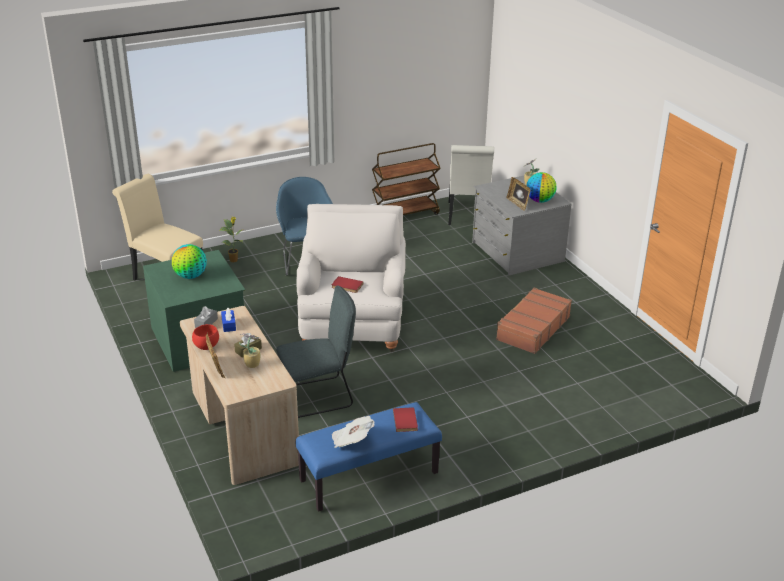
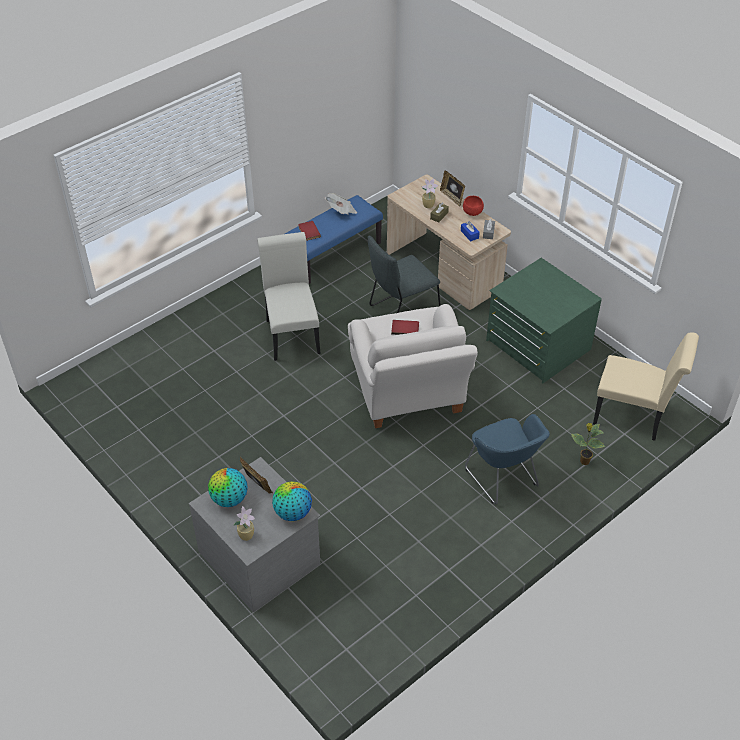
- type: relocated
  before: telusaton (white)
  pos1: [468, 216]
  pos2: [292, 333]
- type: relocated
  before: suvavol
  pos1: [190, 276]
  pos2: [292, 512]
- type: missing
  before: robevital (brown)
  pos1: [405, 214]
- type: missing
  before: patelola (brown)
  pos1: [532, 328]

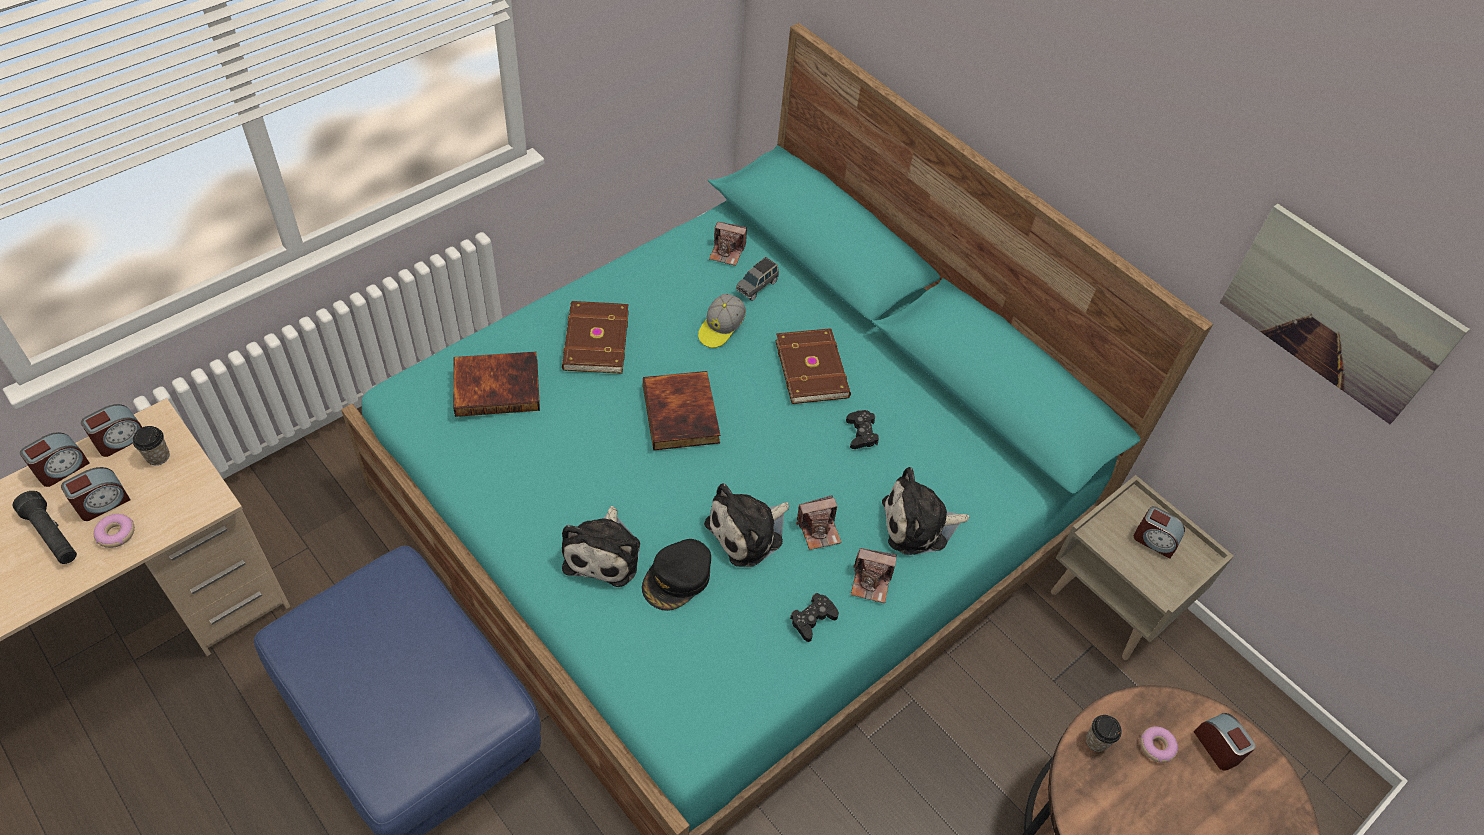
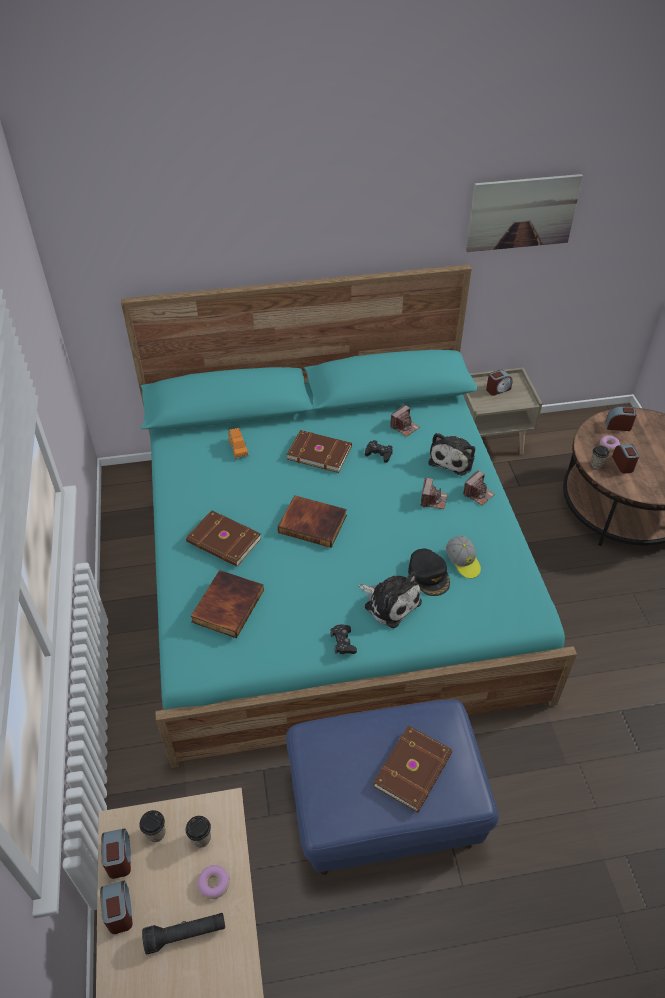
- type: appeared
  after: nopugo
  pos2: [201, 838]
- type: colour
  before: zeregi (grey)
  after: zeregi (orange)
  pos1: [757, 286]
  pos2: [238, 449]
- type: relocated
  before: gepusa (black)
  pos1: [812, 619]
  pos2: [343, 642]
- type: appeared
  after: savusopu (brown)
  pos2: [414, 770]
- type: relocated
  before: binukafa
  pos1: [727, 252]
  pos2: [404, 427]
- type: relocated
  before: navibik
  pos1: [721, 328]
  pos2: [463, 562]
- type: relocated
  before: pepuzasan
  pos1: [103, 503]
  pos2: [623, 464]
- type: missing
  before: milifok
  pos1: [748, 532]

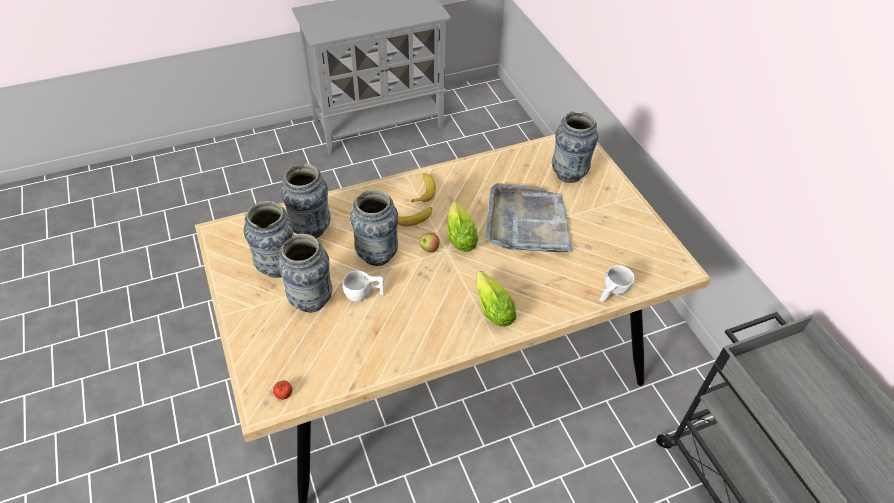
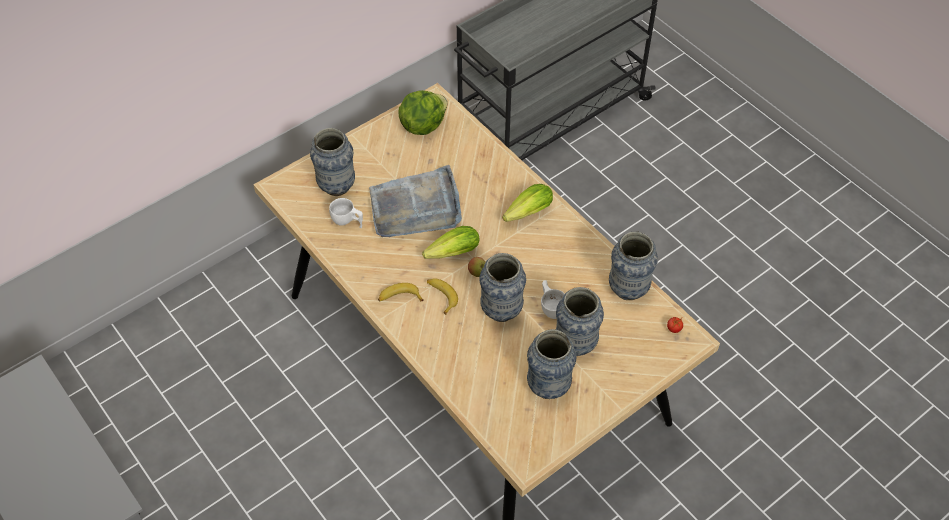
- type: relocated
  before: nopugo (white)
  pos1: [612, 292]
  pos2: [347, 221]
- type: appeared
  after: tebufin
  pos2: [422, 125]
- type: relocated
  before: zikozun
  pos1: [311, 229]
  pos2: [628, 289]

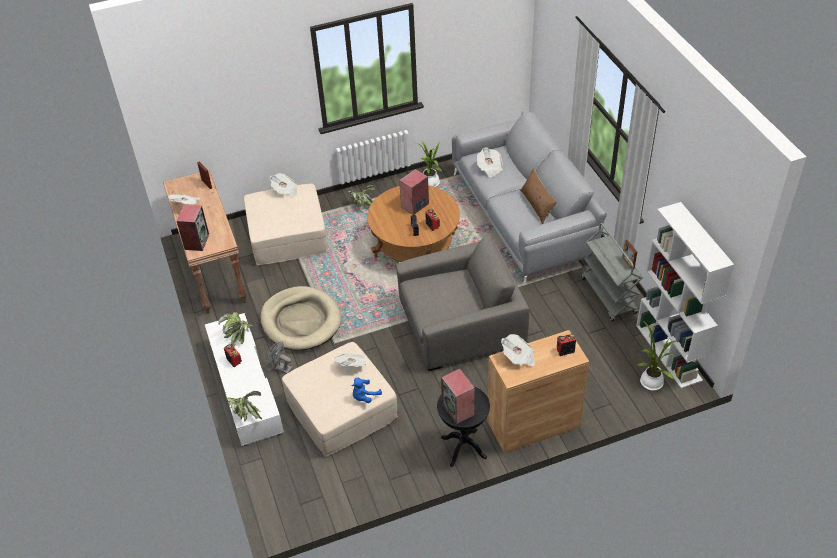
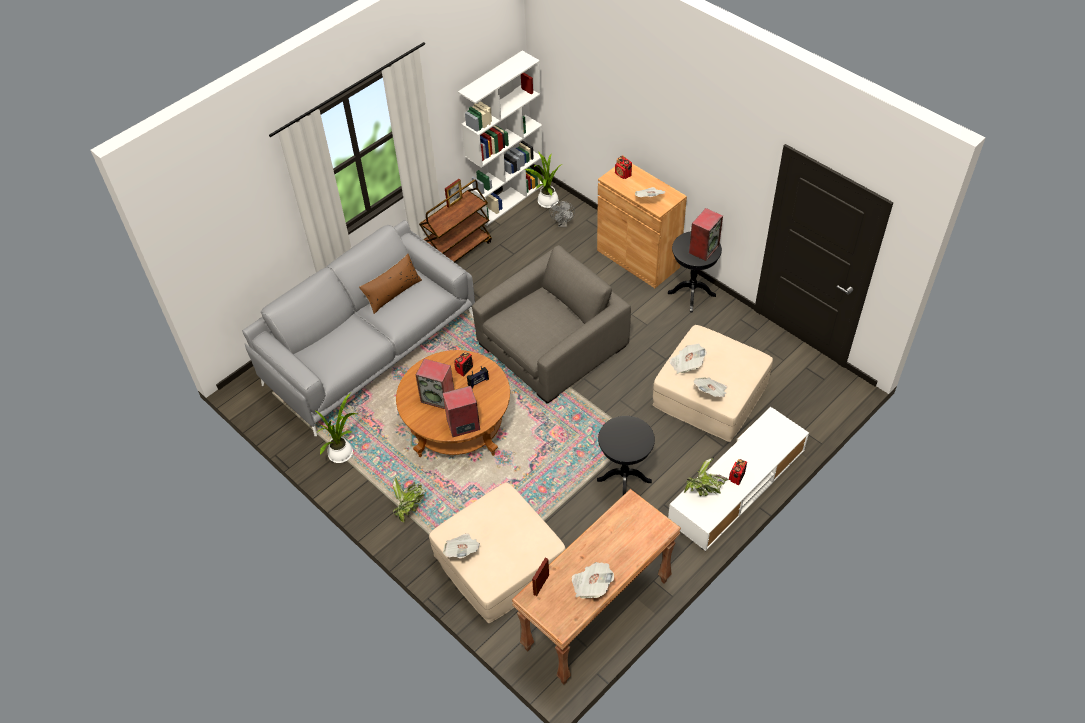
- type: colour
  before: robevital (grey)
  after: robevital (brown)
  pos1: [609, 296]
  pos2: [458, 252]
- type: relocated
  before: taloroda
  pos1: [196, 241]
  pos2: [463, 425]
- type: spun
  before: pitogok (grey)
  pos1: [460, 324]
  pos2: [552, 345]
  turn: 90
- type: relocated
  before: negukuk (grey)
  pos1: [281, 368]
  pos2: [562, 224]
- type: exchanged
  before: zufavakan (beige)
  after: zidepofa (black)
  pos1: [301, 321]
  pos2: [624, 481]
- type: relocated
  before: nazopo
  pos1: [489, 168]
  pos2: [711, 392]
- type: missing
  before: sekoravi
  pos1: [246, 414]
- type: missing
  before: milifok (blue)
  pos1: [364, 396]

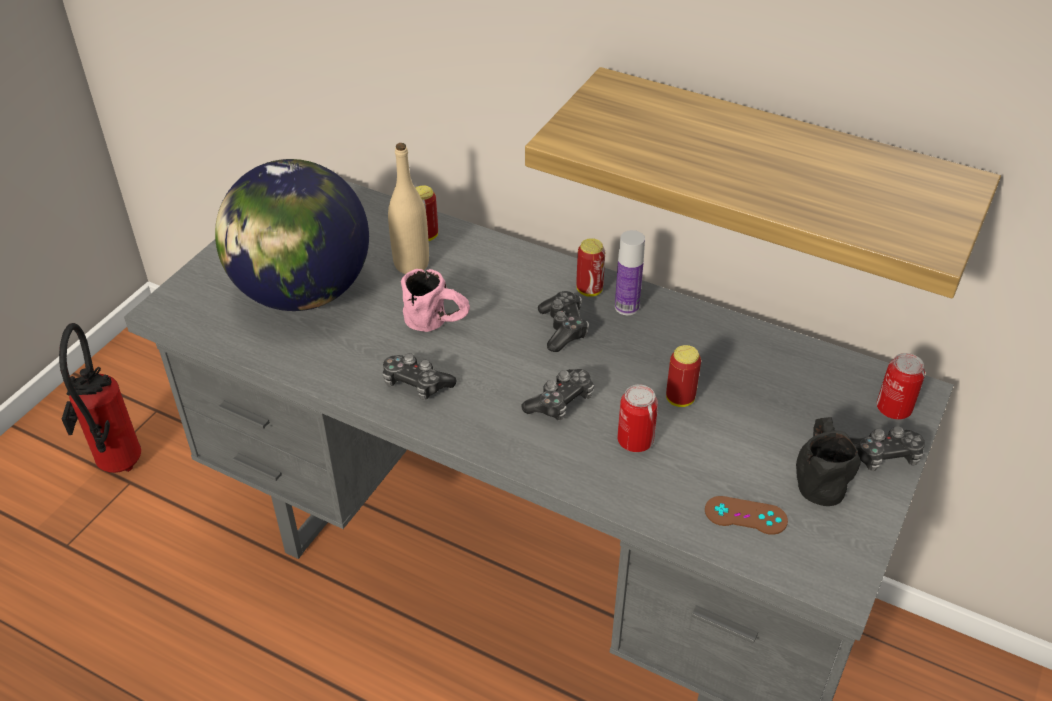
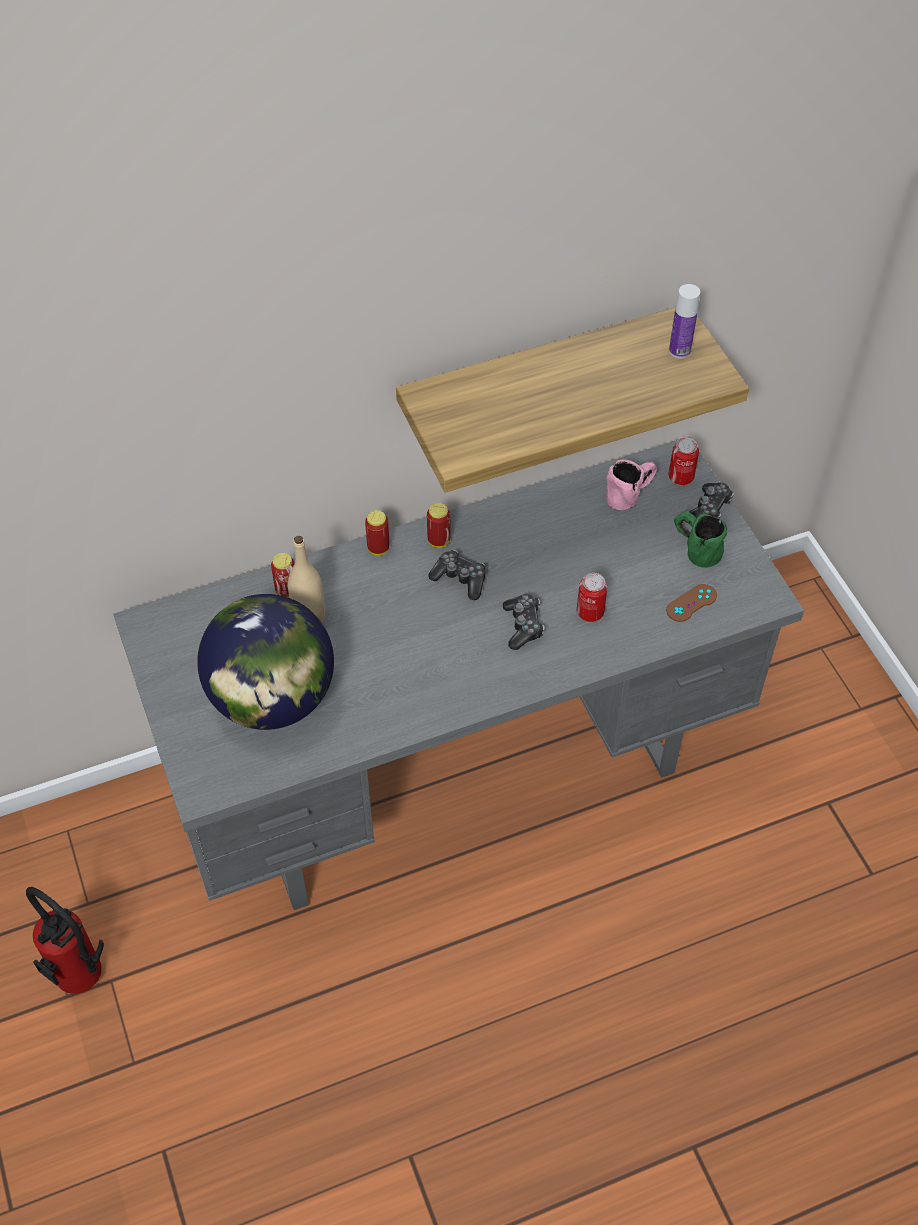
- type: relocated
  before: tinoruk
  pos1: [680, 399]
  pos2: [378, 548]
- type: relocated
  before: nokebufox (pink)
  pos1: [438, 322]
  pos2: [630, 494]
- type: relocated
  before: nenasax
  pos1: [626, 307]
  pos2: [679, 350]
- type: colour
  before: nokebufox (black)
  after: nokebufox (green)
  pos1: [818, 476]
  pos2: [695, 549]
- type: missing
  before: gepusa
  pos1: [416, 384]

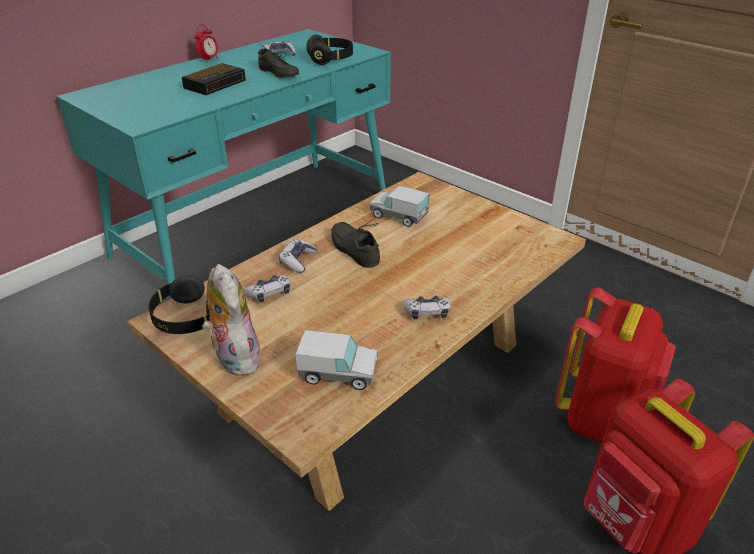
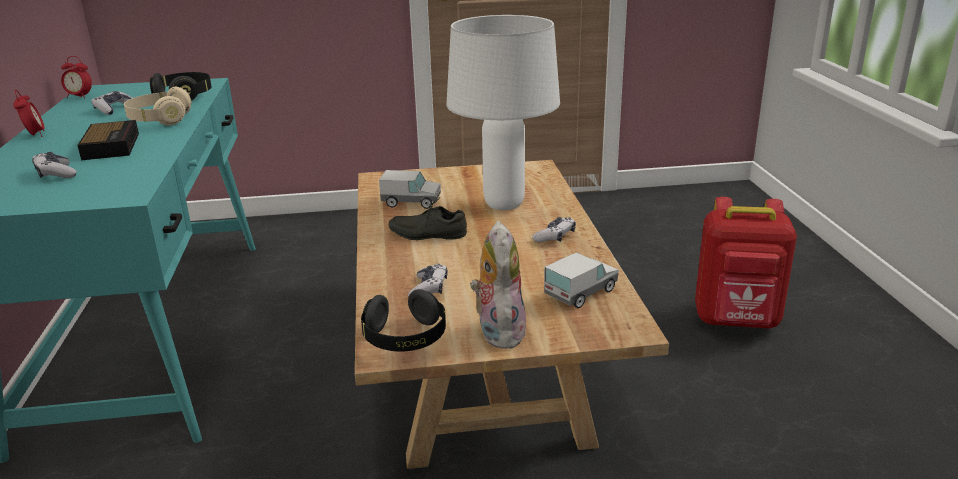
- type: relocated
  before: gepusa
  pos1: [298, 261]
  pos2: [56, 174]
- type: appeared
  after: pepuzasan
  pos2: [80, 97]
- type: exchanged
  before: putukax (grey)
  after: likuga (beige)
  pos1: [277, 74]
  pos2: [160, 120]
- type: spun
  before: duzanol
  pos1: [399, 216]
  pos2: [411, 202]
  turn: -150
- type: appeared
  after: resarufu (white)
  pos2: [504, 204]
- type: spun
  before: milifok
  pos1: [234, 357]
  pos2: [498, 331]
  turn: 75
- type: missing
  before: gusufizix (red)
  pos1: [602, 417]

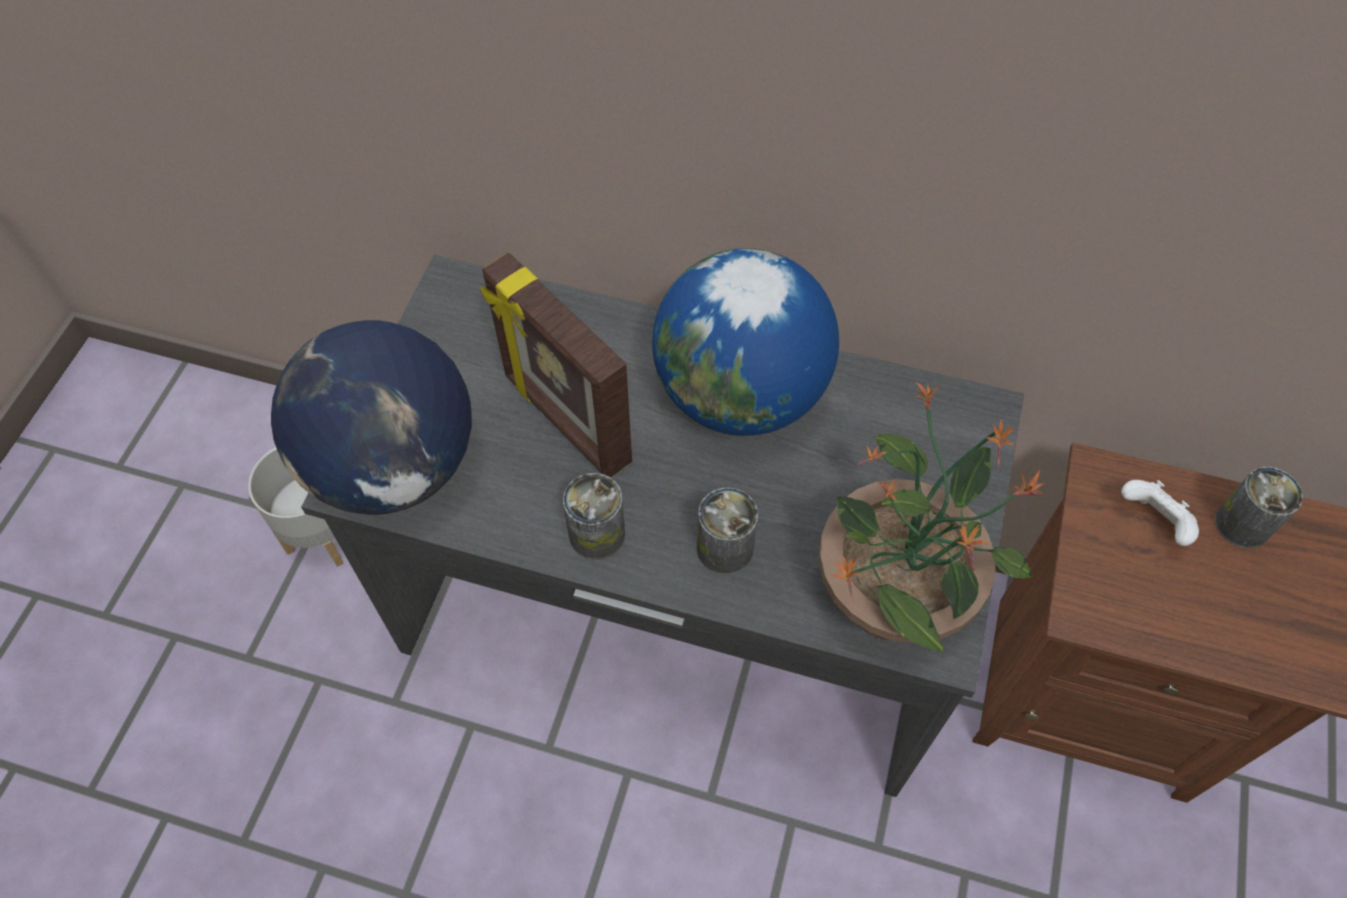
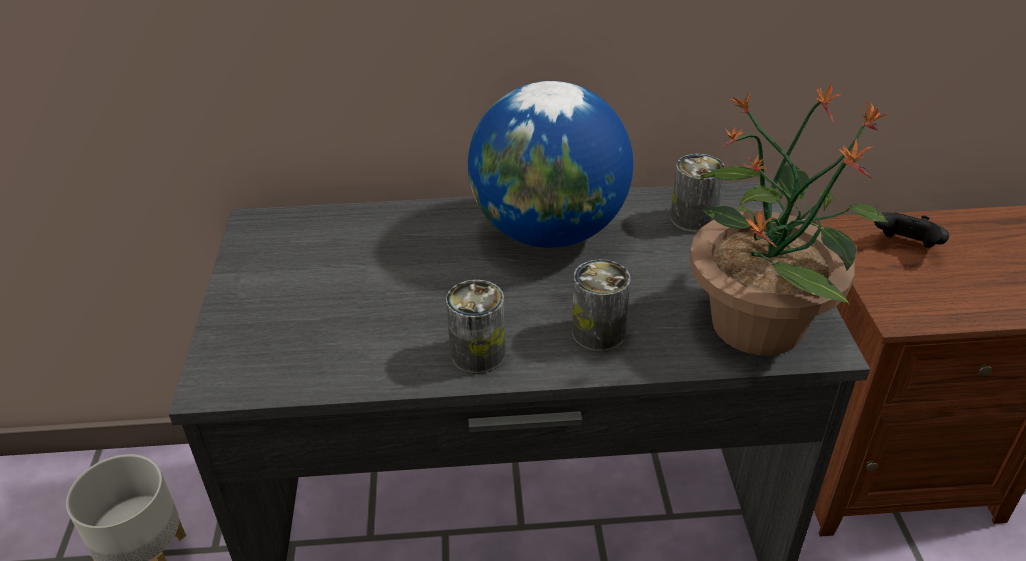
- type: relocated
  before: tinoruk
  pos1: [1242, 524]
  pos2: [693, 218]
- type: colour
  before: gepusa (white)
  after: gepusa (black)
  pos1: [1154, 522]
  pos2: [905, 246]
- type: missing
  before: suvavol
  pos1: [395, 466]
- type: missing
  before: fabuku
  pos1: [565, 420]

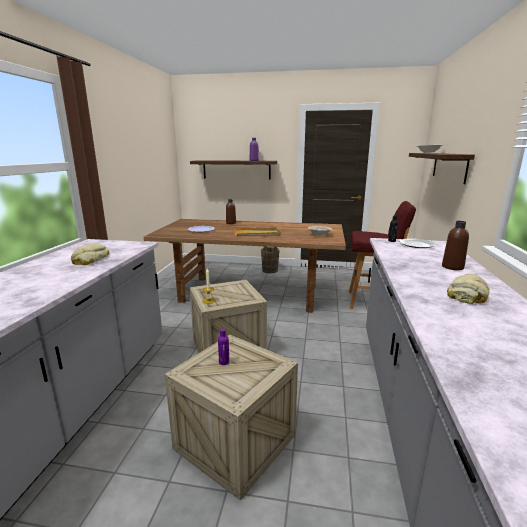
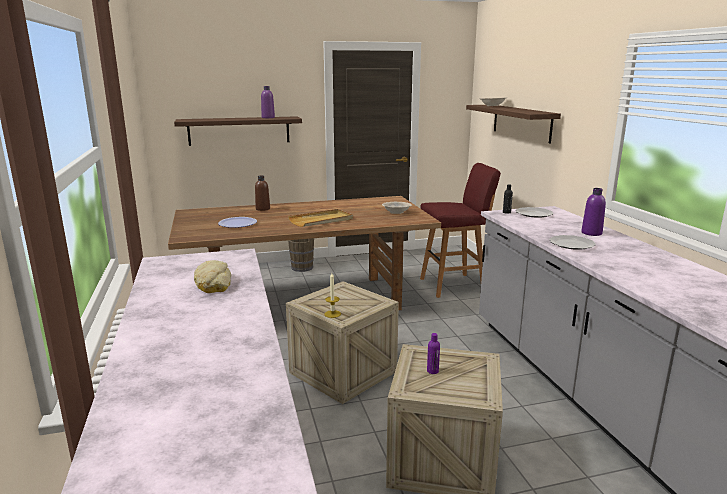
- type: appeared
  after: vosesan
  pos2: [572, 244]
- type: colour
  before: nenasax (brown)
  after: nenasax (purple)
  pos1: [452, 267]
  pos2: [591, 233]
- type: missing
  before: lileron
  pos1: [467, 294]

